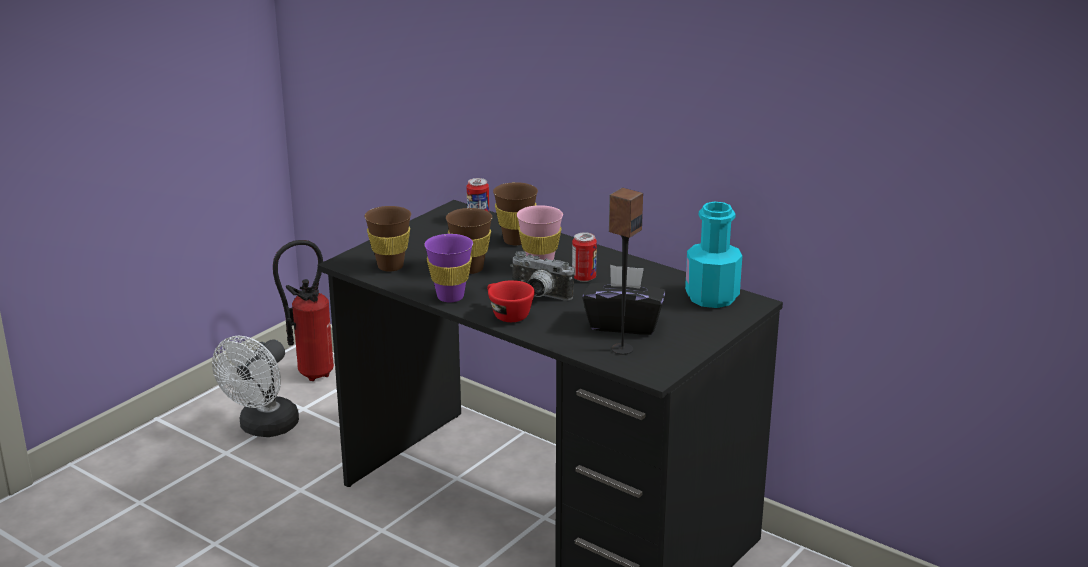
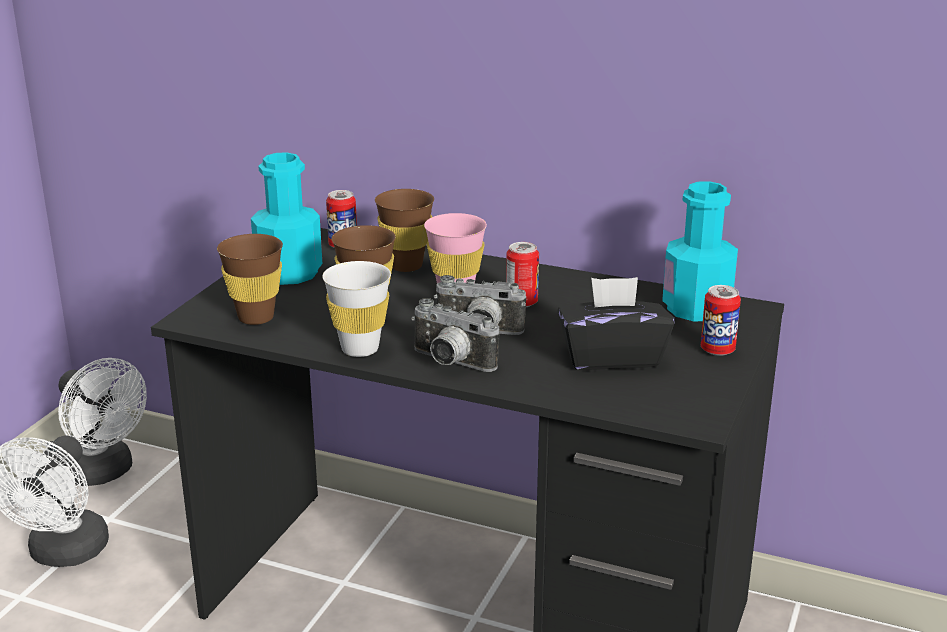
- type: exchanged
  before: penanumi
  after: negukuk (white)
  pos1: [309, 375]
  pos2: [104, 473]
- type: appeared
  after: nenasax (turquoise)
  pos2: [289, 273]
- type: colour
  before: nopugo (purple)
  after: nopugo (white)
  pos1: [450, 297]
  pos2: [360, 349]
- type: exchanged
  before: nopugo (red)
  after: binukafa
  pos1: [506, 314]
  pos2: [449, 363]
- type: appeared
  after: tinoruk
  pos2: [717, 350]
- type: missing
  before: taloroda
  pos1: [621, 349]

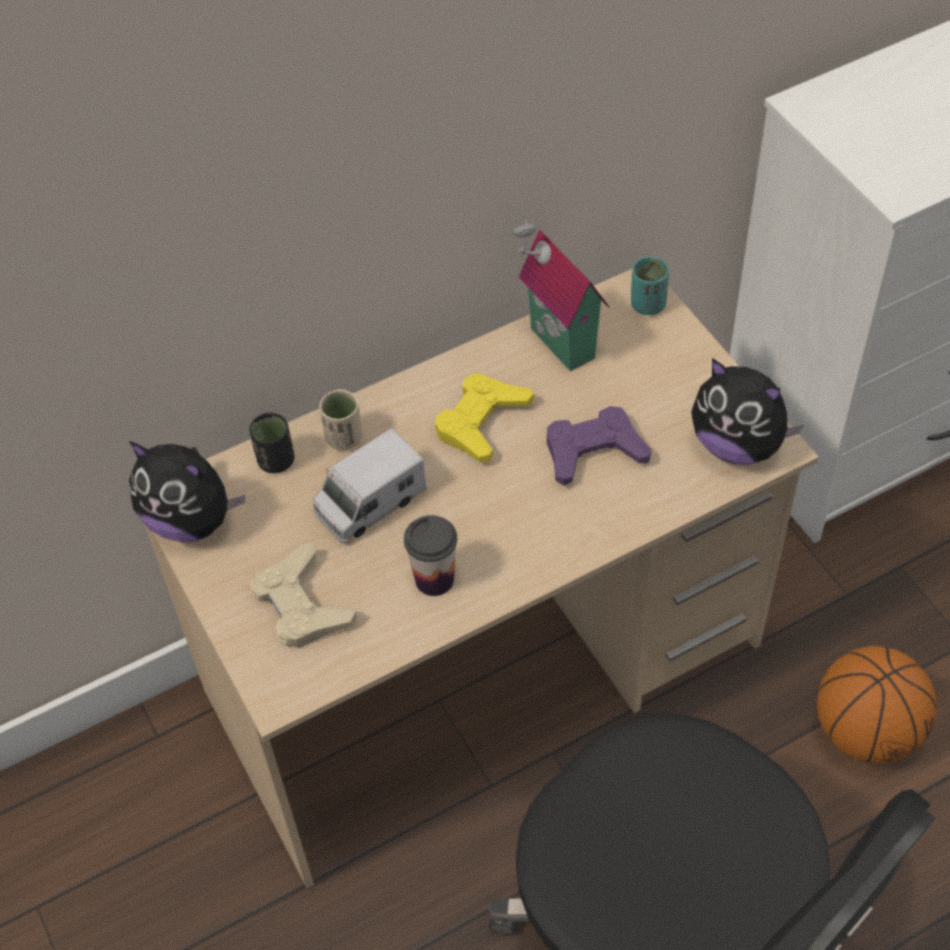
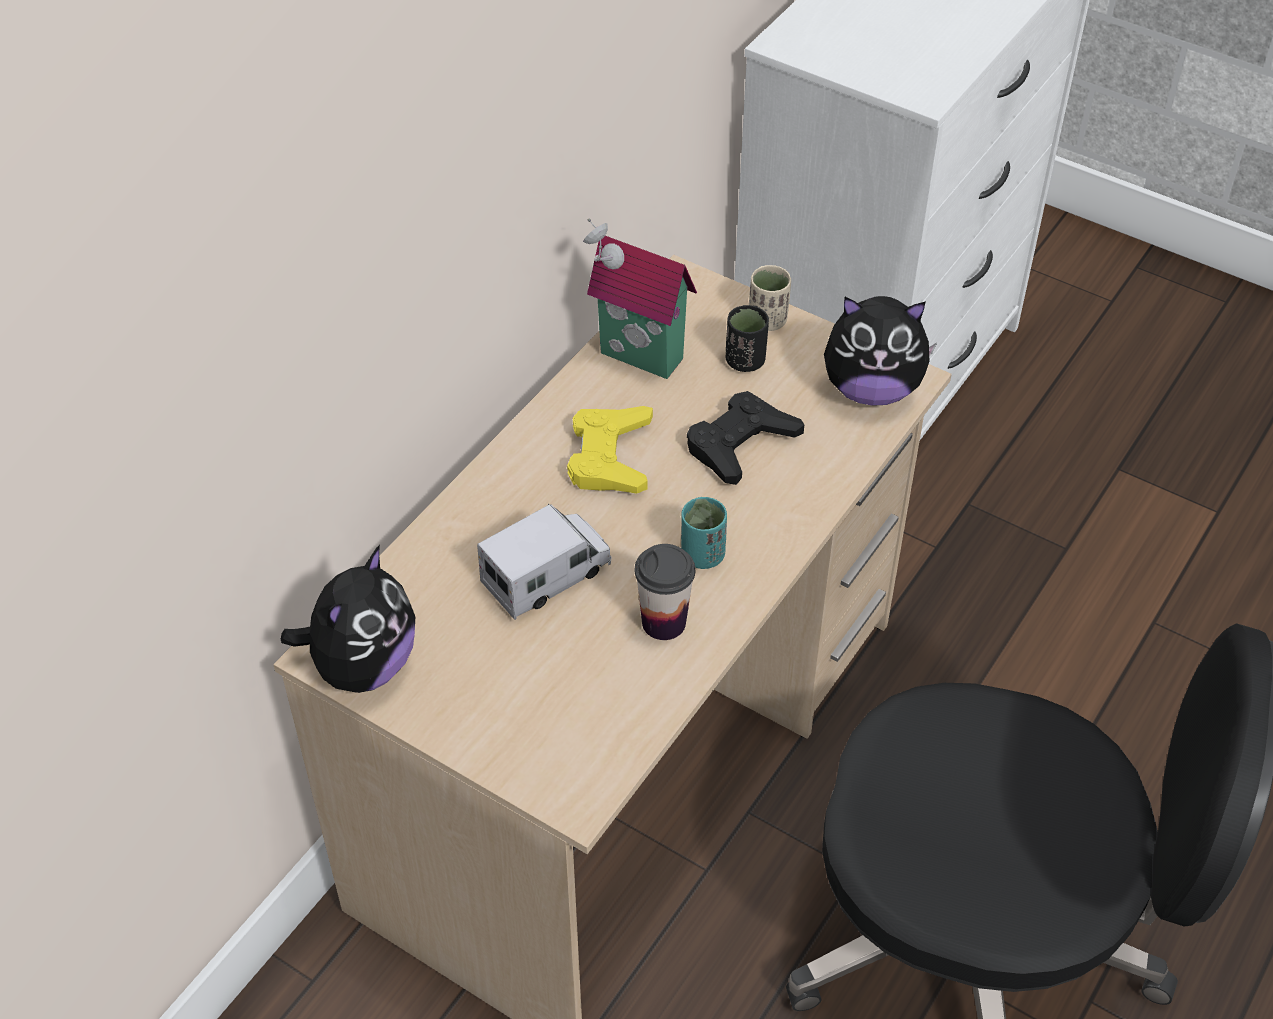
- type: spun
  before: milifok
  pos1: [191, 520]
  pos2: [362, 666]
  turn: -60
- type: spun
  before: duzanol
  pos1: [370, 503]
  pos2: [547, 576]
  turn: -150
- type: relocated
  before: nopugo (turquoise)
  pos1: [648, 304]
  pos2: [702, 555]
- type: colour
  before: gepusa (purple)
  after: gepusa (black)
  pos1: [593, 451]
  pos2: [740, 444]
- type: relocated
  before: nopugo (black)
  pos1: [276, 461]
  pos2: [745, 361]
- type: relocated
  before: nopugo (beige)
  pos1: [344, 438]
  pos2: [767, 321]
- type: missing
  before: gepusa (beige)
  pos1: [301, 604]
- type: missing
  before: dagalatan
  pos1: [866, 731]

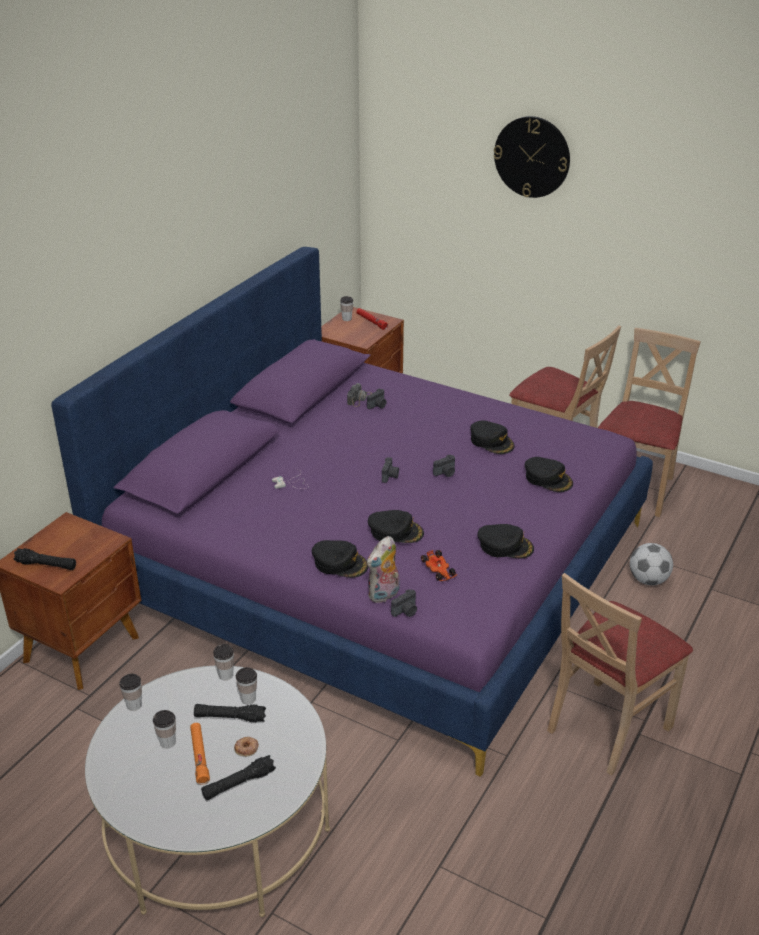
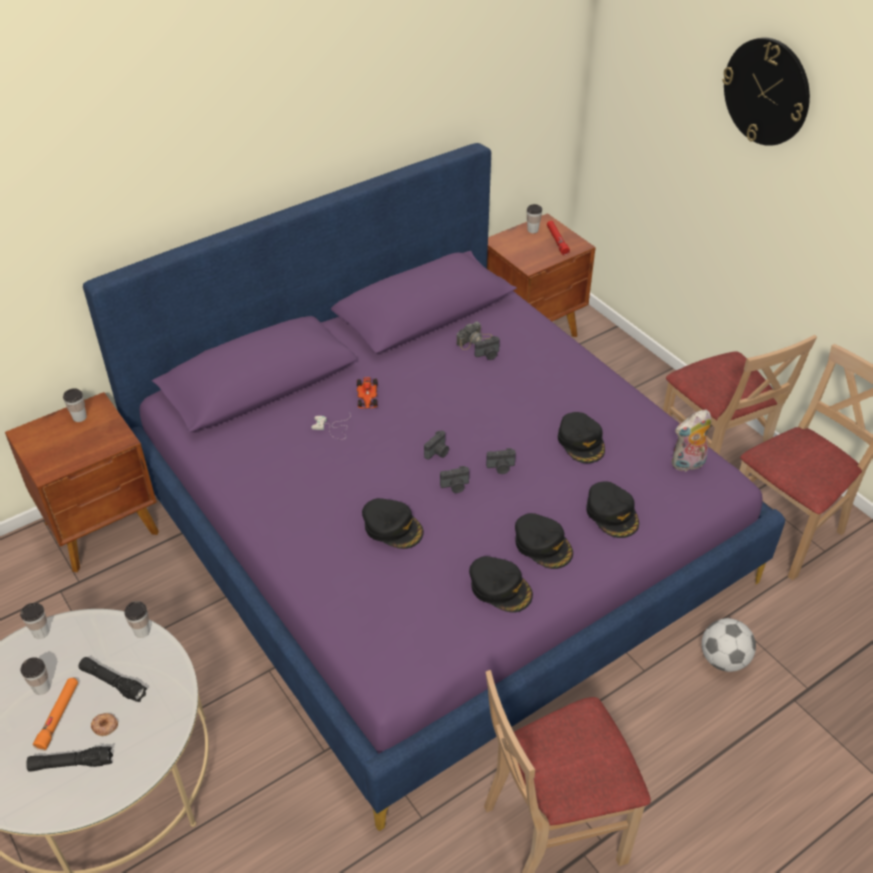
- type: relocated
  before: nopugo
  pos1: [248, 698]
  pos2: [79, 417]
- type: relocated
  before: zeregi
  pos1: [439, 570]
  pos2: [367, 397]
- type: relocated
  before: binukafa
  pos1: [406, 611]
  pos2: [455, 486]
- type: relocated
  before: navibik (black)
  pos1: [340, 563]
  pos2: [543, 545]
- type: relocated
  before: milifok
  pos1: [384, 595]
  pos2: [688, 464]
- type: missing
  before: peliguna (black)
  pos1: [46, 565]

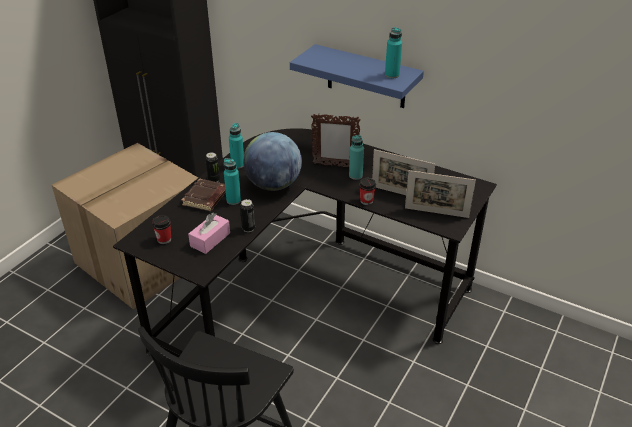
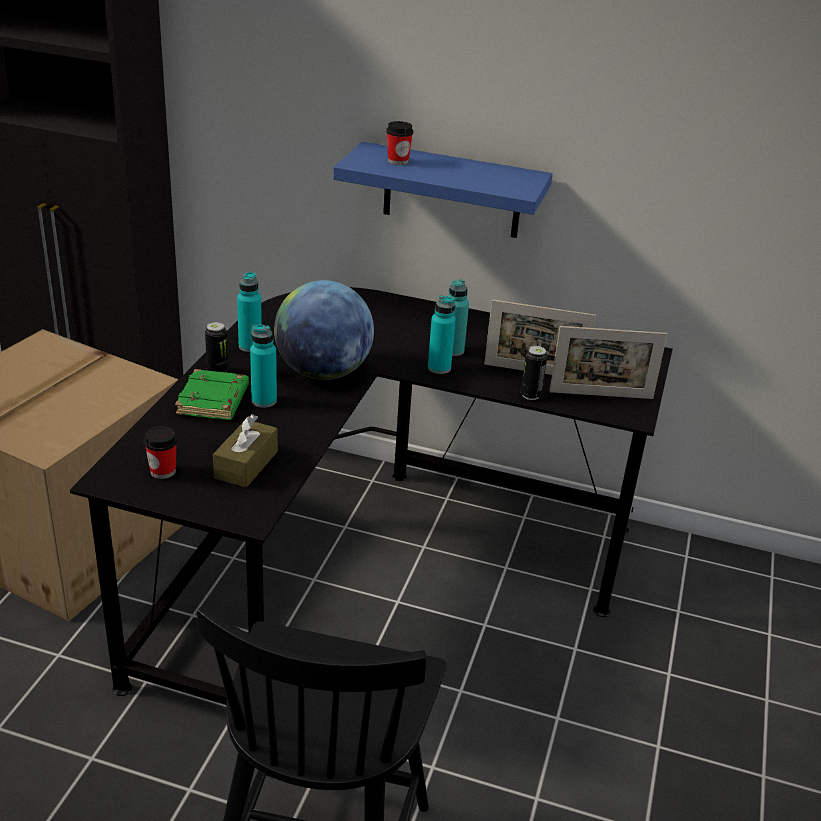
- type: colour
  before: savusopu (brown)
  after: savusopu (green)
  pos1: [206, 198]
  pos2: [214, 401]
- type: colour
  before: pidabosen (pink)
  after: pidabosen (brown)
  pos1: [210, 239]
  pos2: [246, 464]
- type: relocated
  before: nopugo
  pos1: [366, 201]
  pos2: [398, 161]
- type: relocated
  before: nenasax (turquoise)
  pos1: [392, 75]
  pos2: [439, 368]
- type: relocated
  before: tinoruk
  pos1: [248, 228]
  pos2: [530, 395]
- type: missing
  before: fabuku
  pos1: [334, 165]

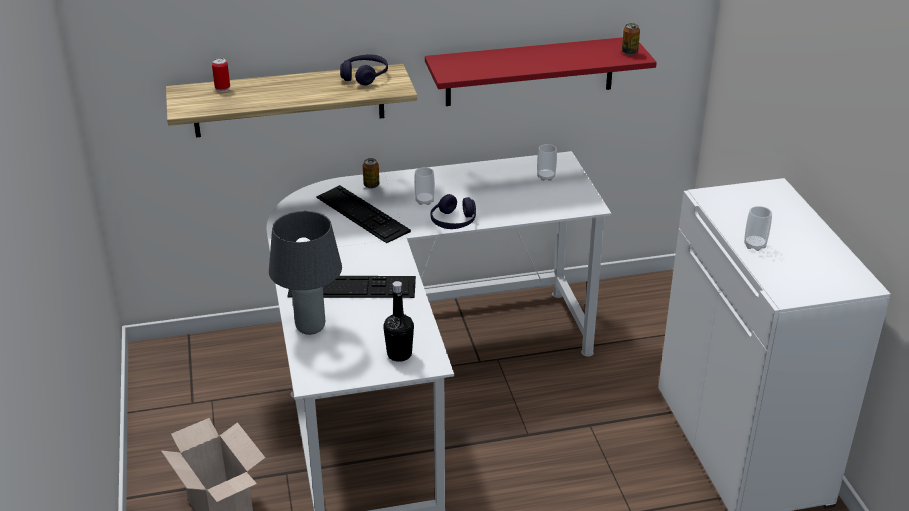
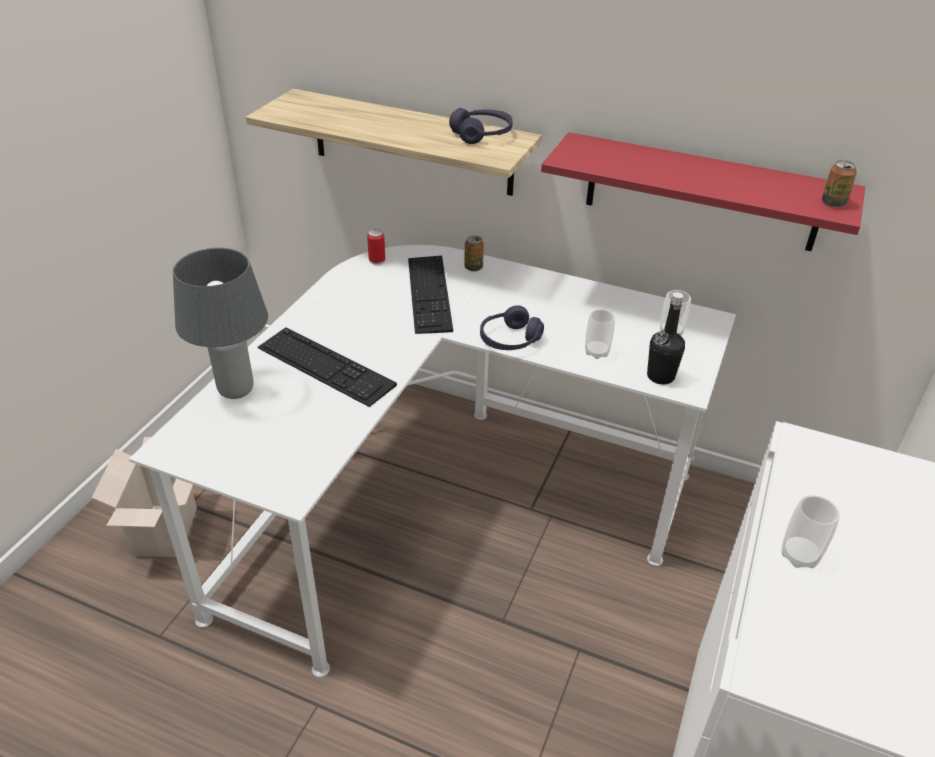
- type: relocated
  before: tinoruk
  pos1: [222, 88]
  pos2: [377, 261]
- type: relocated
  before: nopugo
  pos1: [424, 201]
  pos2: [596, 352]
- type: relocated
  before: nenasax (black)
  pos1: [399, 354]
  pos2: [660, 376]

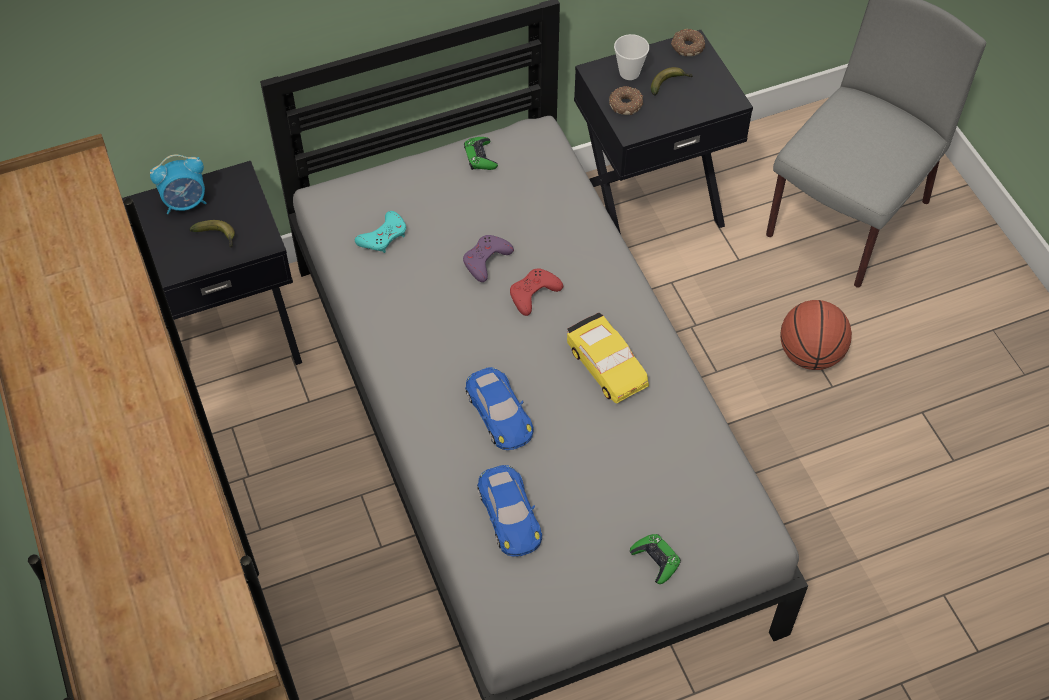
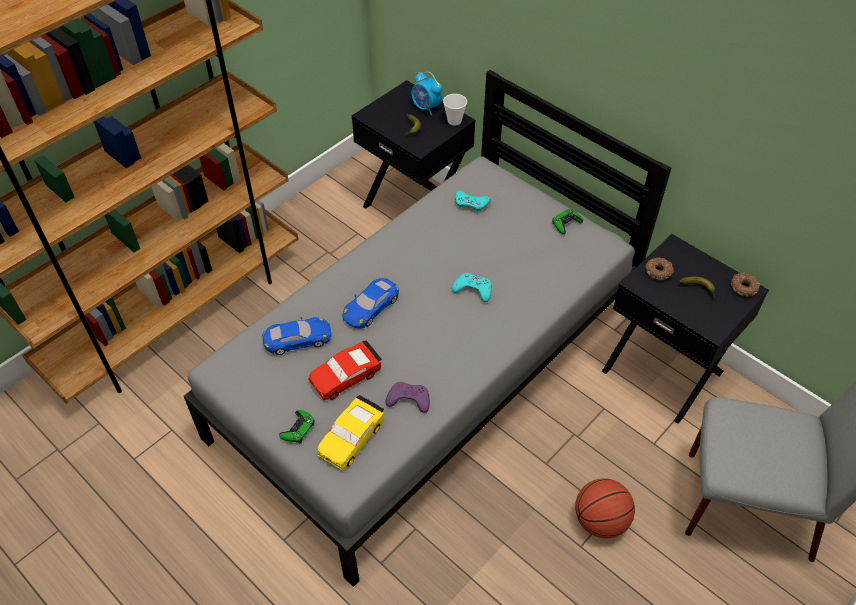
- type: spun
  before: zeregi (blue)
  pos1: [509, 514]
  pos2: [298, 339]
  turn: -150
- type: appeared
  after: zeregi (red)
  pos2: [345, 376]
- type: relocated
  before: zeregi (yellow)
  pos1: [607, 365]
  pos2: [351, 437]
- type: relocated
  before: gepusa (purple)
  pos1: [486, 260]
  pos2: [408, 399]
- type: relocated
  before: nopugo
  pos1: [629, 73]
  pos2: [454, 121]
- type: colour
  before: gepusa (red)
  after: gepusa (turquoise)
  pos1: [533, 294]
  pos2: [473, 289]

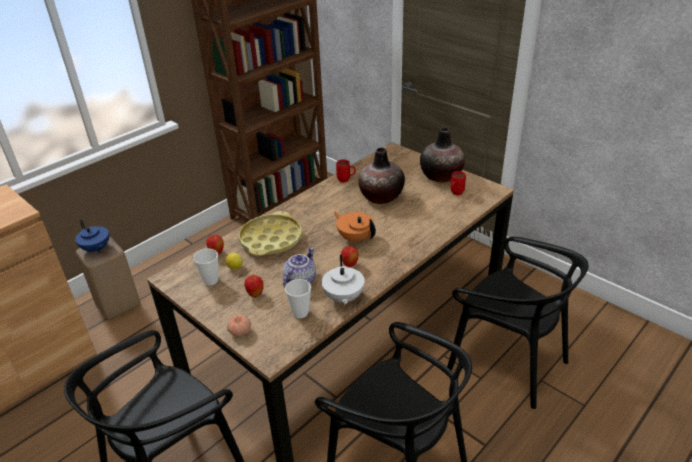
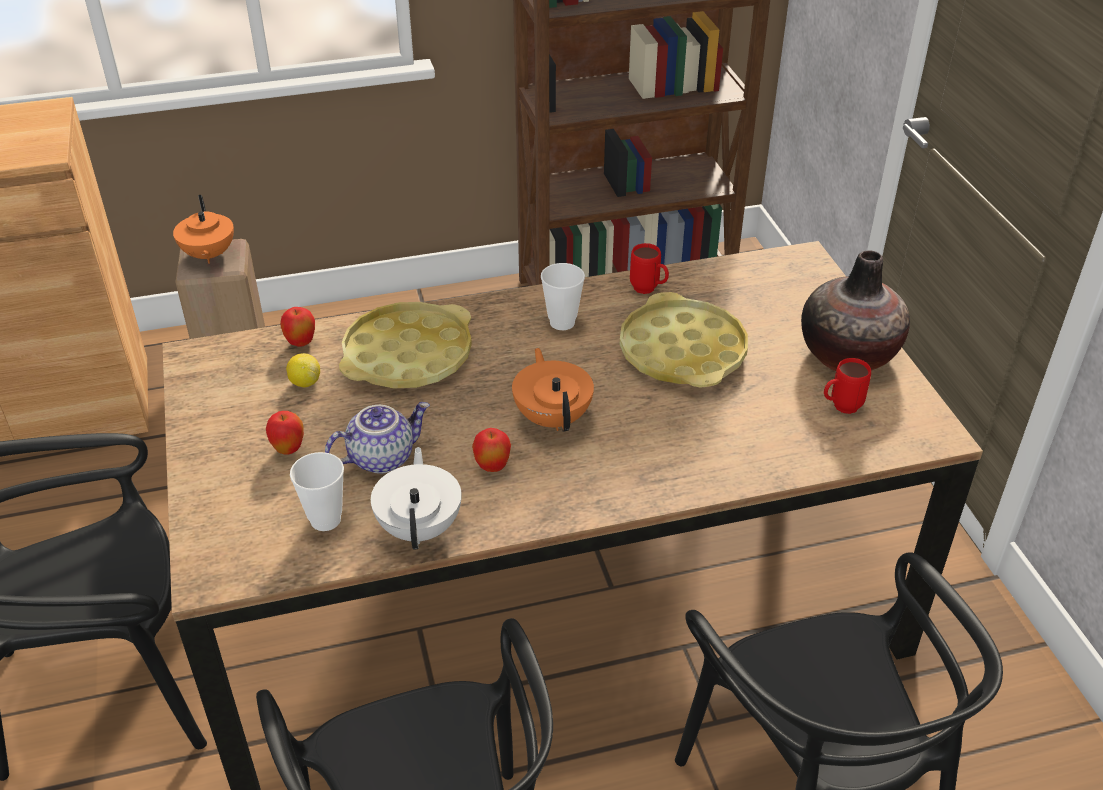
- type: colour
  before: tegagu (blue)
  after: tegagu (orange)
  pos1: [96, 249]
  pos2: [208, 255]
- type: spun
  before: tegagu (white)
  pos1: [343, 298]
  pos2: [420, 527]
  turn: 150
- type: relocated
  before: nopugo
  pos1: [211, 280]
  pos2: [562, 322]
- type: exchanged
  before: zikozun
  after: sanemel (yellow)
  pos1: [381, 196]
  pos2: [682, 351]
- type: missing
  before: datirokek
  pos1: [240, 331]

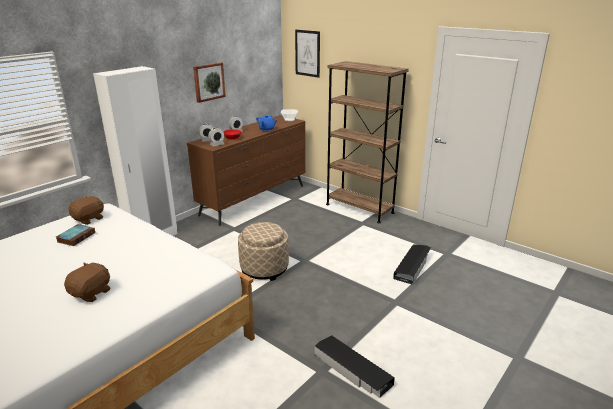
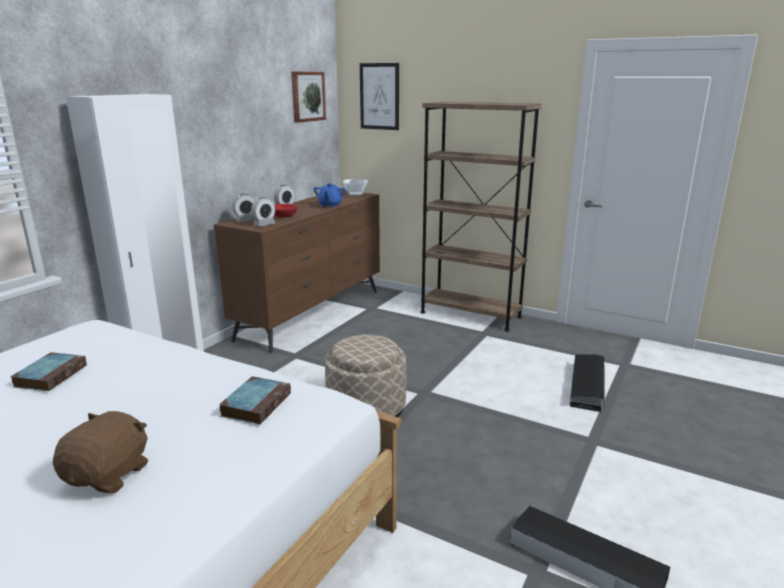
- type: appeared
  after: savusopu
  pos2: [256, 404]
- type: relocated
  before: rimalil
  pos1: [208, 82]
  pos2: [307, 96]
- type: missing
  before: milifok (brown)
  pos1: [89, 219]

